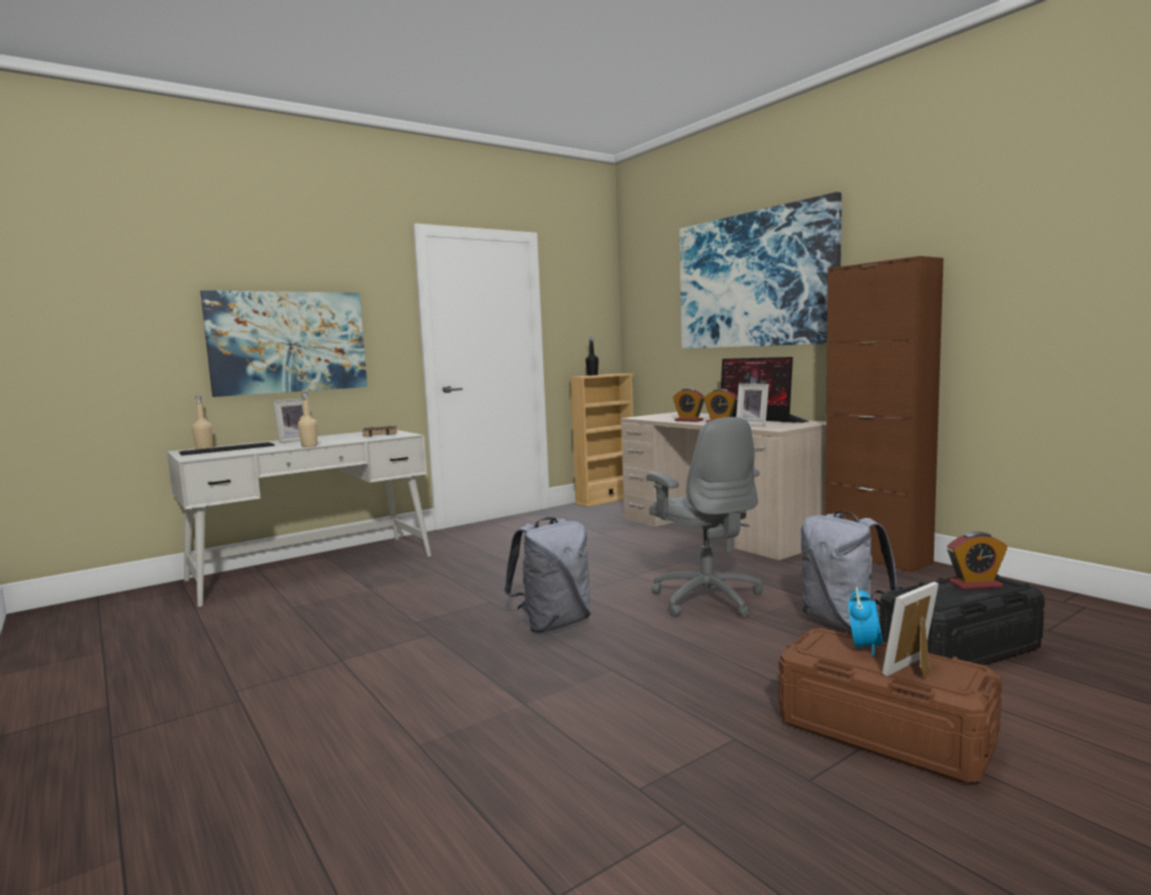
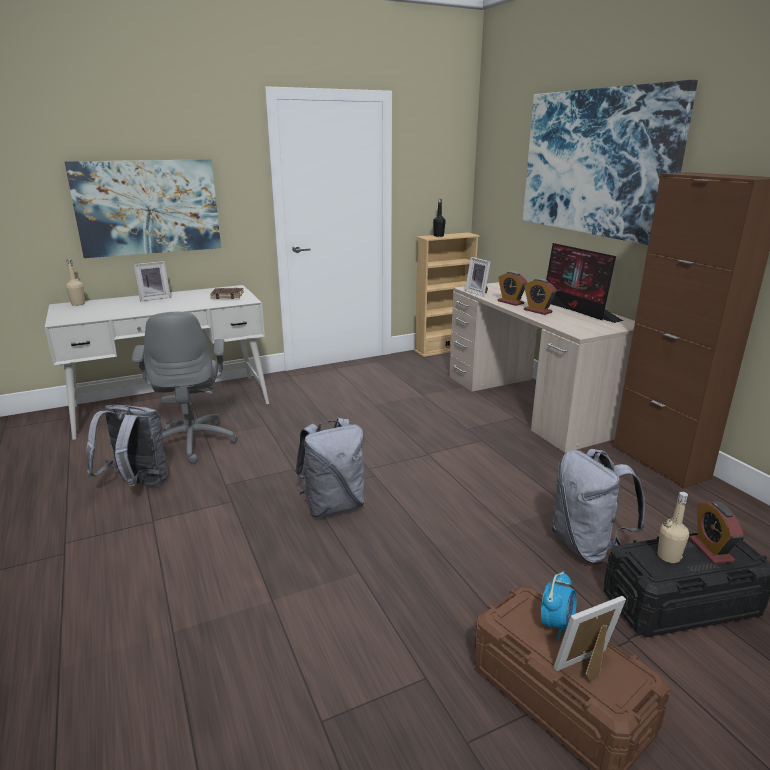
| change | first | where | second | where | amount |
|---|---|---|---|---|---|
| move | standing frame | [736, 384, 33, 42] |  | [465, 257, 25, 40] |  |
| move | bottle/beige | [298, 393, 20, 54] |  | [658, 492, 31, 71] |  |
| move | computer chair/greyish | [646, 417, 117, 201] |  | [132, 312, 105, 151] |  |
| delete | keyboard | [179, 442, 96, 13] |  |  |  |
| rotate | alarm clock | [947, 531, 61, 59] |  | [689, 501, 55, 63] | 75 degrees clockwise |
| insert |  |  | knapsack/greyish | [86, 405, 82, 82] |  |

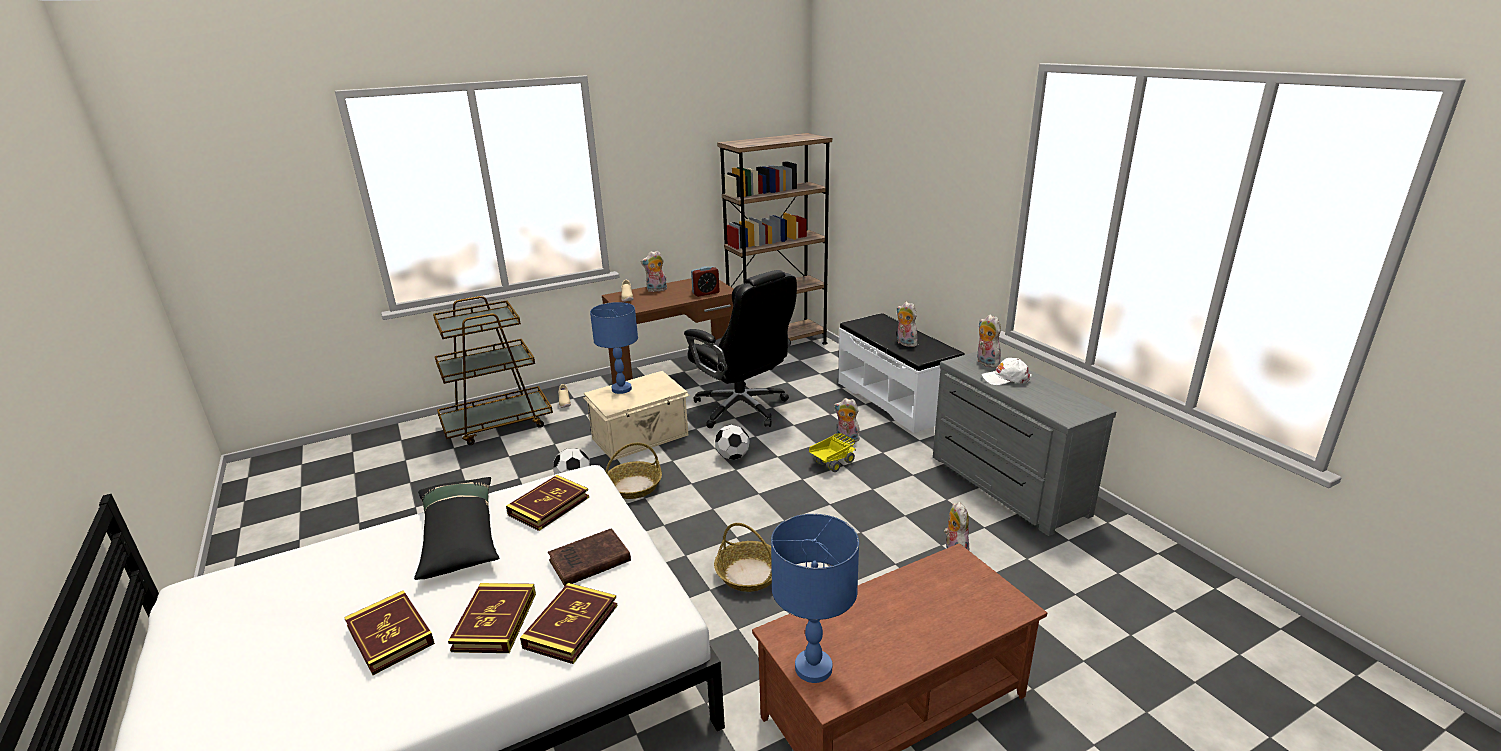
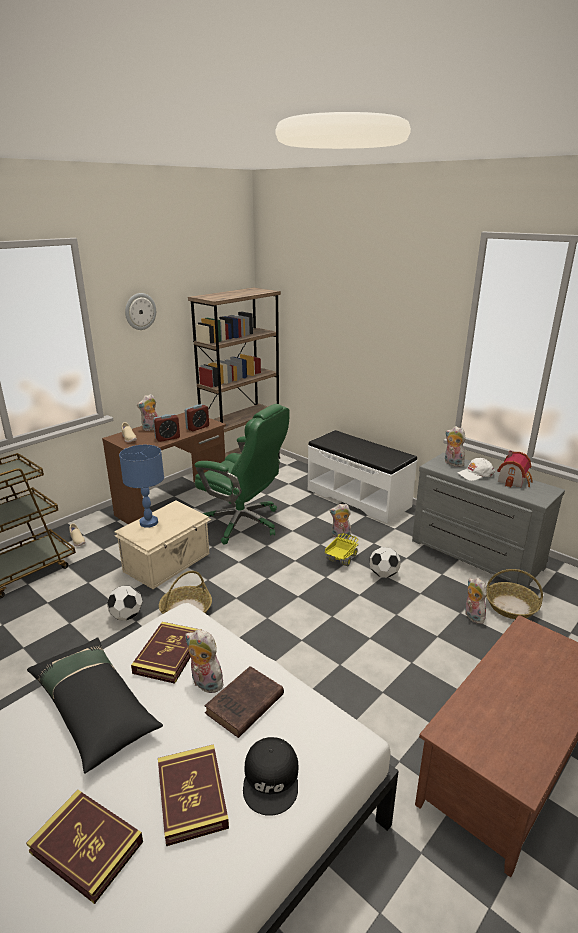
| change | first | where | second | where | amount |
|---|---|---|---|---|---|
| recolor | computer chair/blackish | [684, 270, 113, 158] | computer chair/green-coloured | [195, 404, 95, 141] |  |
| move | cuddly toy | [897, 302, 21, 45] |  | [185, 629, 40, 65] |  |
| move | football ball | [715, 425, 34, 35] |  | [369, 547, 32, 31] |  |
| delete | tabletop lamp/blue | [771, 514, 88, 169] |  |  |  |
| move | household basket | [714, 523, 58, 69] |  | [486, 569, 57, 50] |  |
| replace | book | [520, 583, 97, 81] | peaked cap/blackish | [243, 737, 56, 79] |  |
| insert |  |  | wall clock | [125, 293, 31, 37] |  |
| insert |  |  | alarm clock | [153, 414, 27, 28] |  |
| insert |  |  | model house | [497, 450, 36, 37] |  |

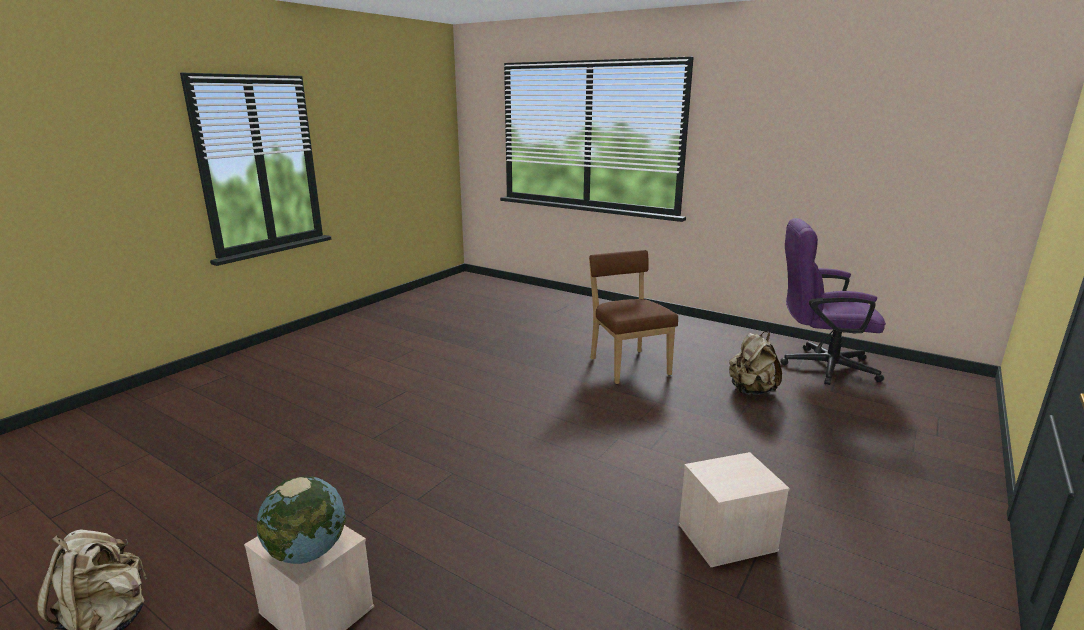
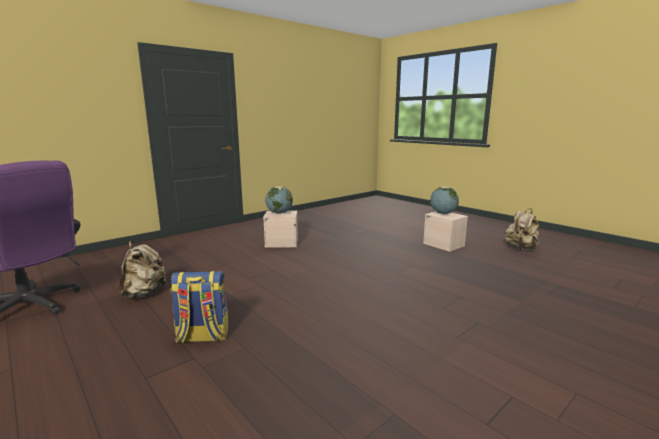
| change | first | where | second | where | amount |
|---|---|---|---|---|---|
| replace | upright chair/brown | [589, 250, 89, 134] | knapsack | [170, 271, 58, 72] |  |
| insert |  |  | world globe | [265, 186, 28, 28] |  |

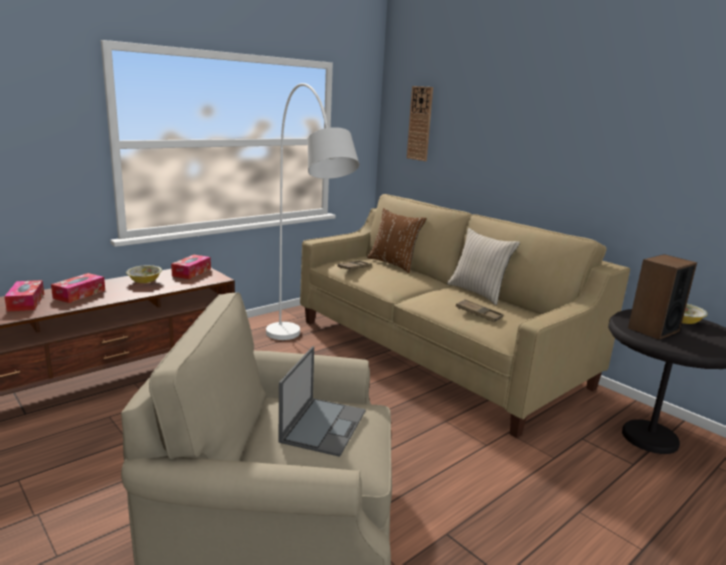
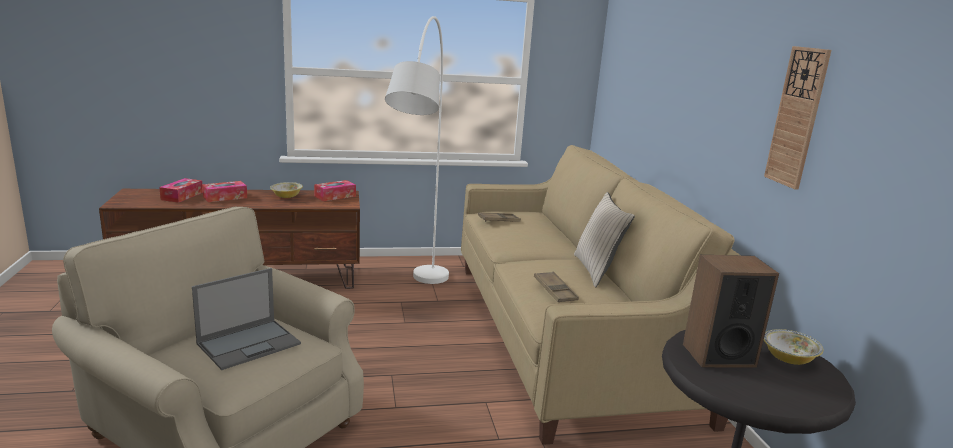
| change | first | where | second | where | amount |
|---|---|---|---|---|---|
| move | wall clock | [407, 86, 26, 75] |  | [764, 46, 68, 144] |  |
| delete | pillow/brown | [367, 208, 60, 65] |  |  |  |

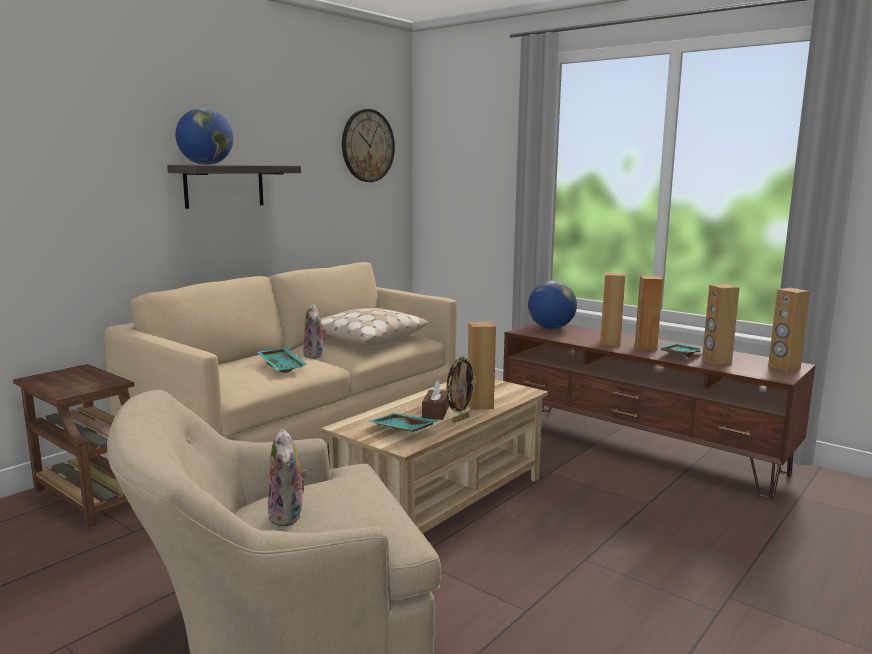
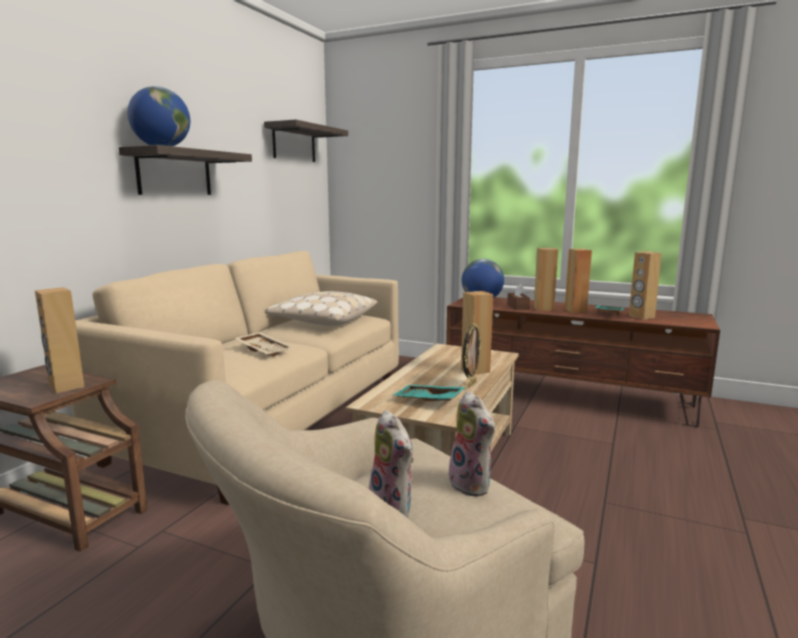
| change | first | where | second | where | amount |
|---|---|---|---|---|---|
| replace | wall clock | [342, 109, 53, 73] | wall shelf | [264, 120, 84, 42] |  |
| move | loudspeaker/brown | [768, 288, 42, 84] |  | [35, 287, 50, 106] |  |
| move | cuddly toy | [303, 304, 23, 55] |  | [445, 391, 50, 105] |  |
| recolor | tray/blue-green | [257, 347, 50, 26] | tray/beige | [235, 332, 59, 24] |  |
| move | tissue box/brown | [422, 380, 27, 40] |  | [507, 284, 23, 26] |  |

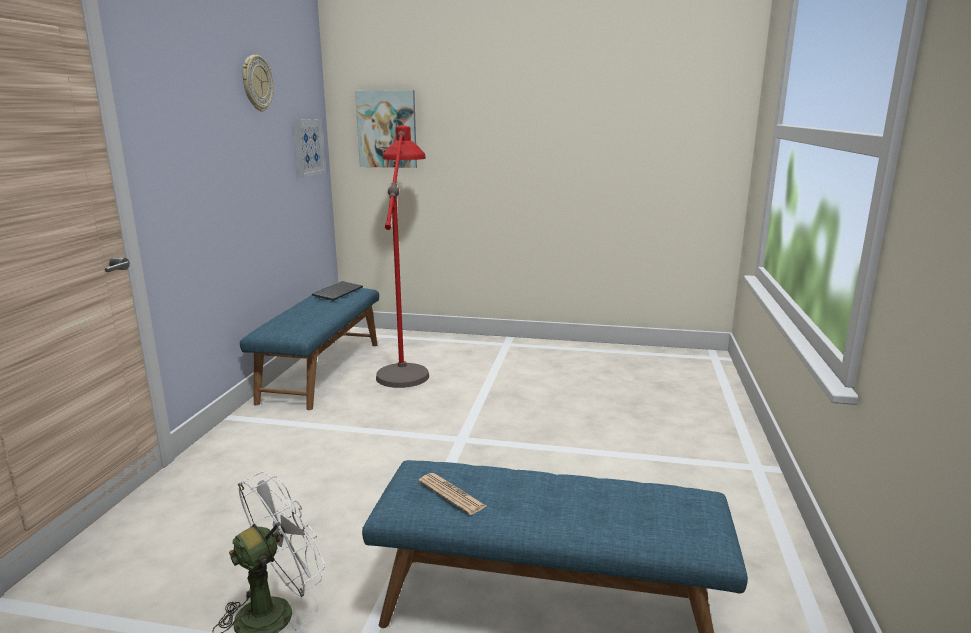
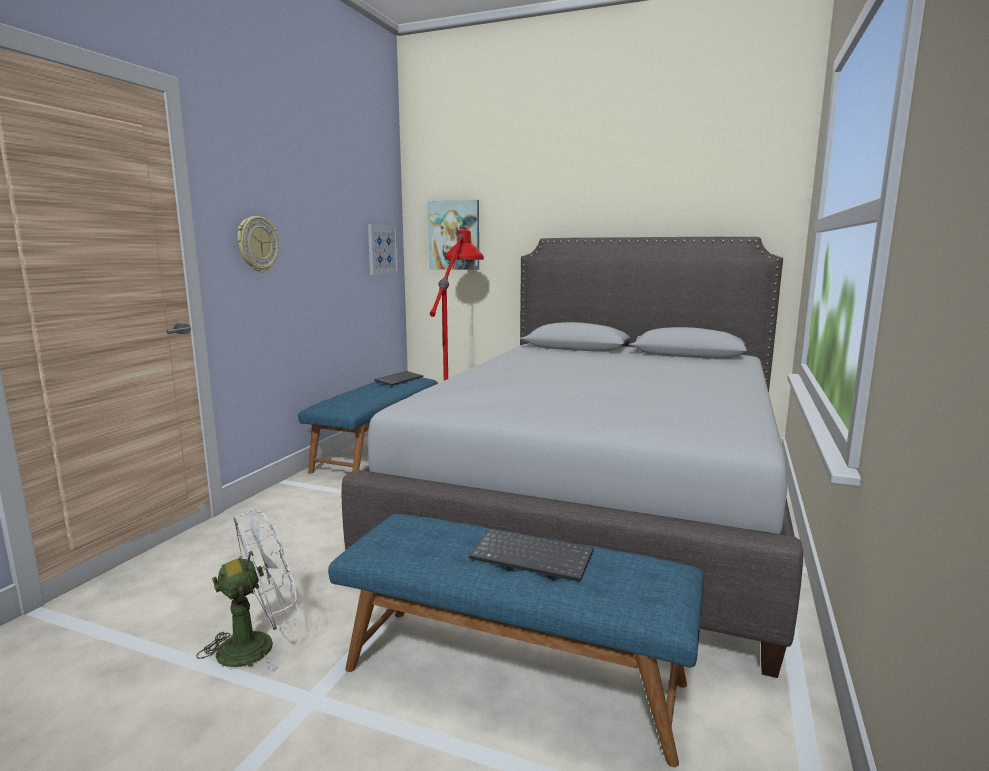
| change | first | where | second | where | amount |
|---|---|---|---|---|---|
| move | wall clock | [242, 55, 32, 57] |  | [237, 216, 42, 56] |  |
| delete | newspaper | [419, 473, 67, 42] |  |  |  |
| insert |  |  | bed/greyish | [342, 237, 461, 441] |  |
| insert |  |  | keyboard | [469, 528, 125, 54] |  |

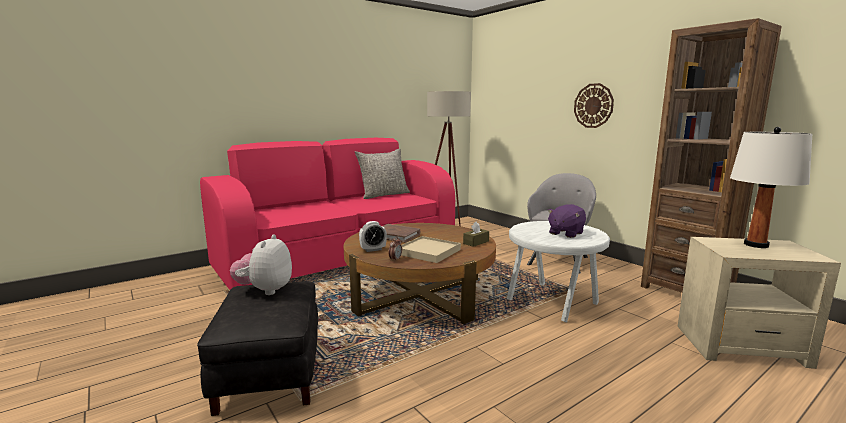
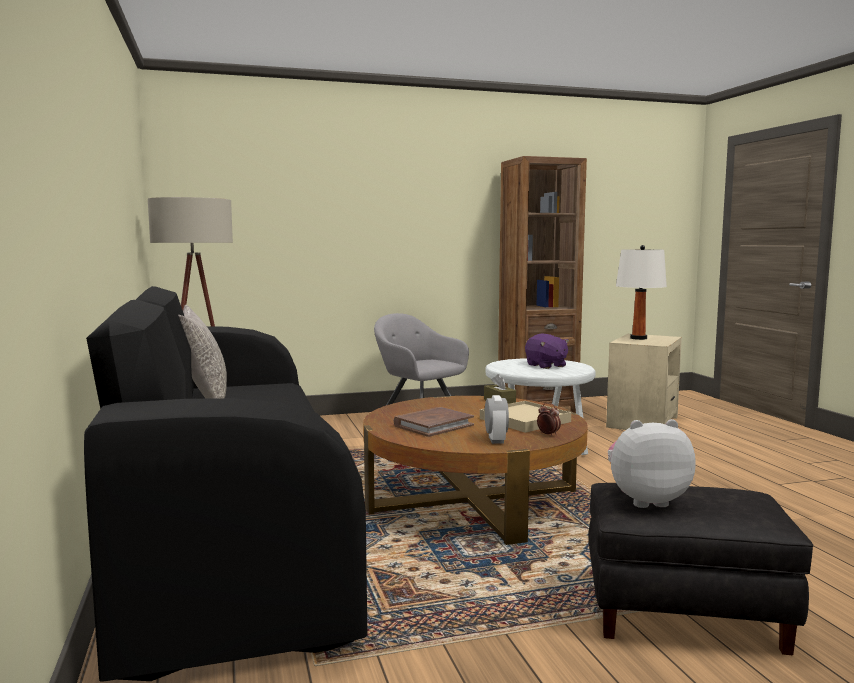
| change | first | where | second | where | amount |
|---|---|---|---|---|---|
| delete | wall clock | [574, 83, 40, 45] |  |  |  |
| recolor | couch/pink | [200, 138, 255, 152] | couch/blackish | [84, 286, 284, 396] |  |
| rotate | cuddly toy | [230, 234, 62, 61] |  | [608, 419, 88, 89] | 150 degrees clockwise |

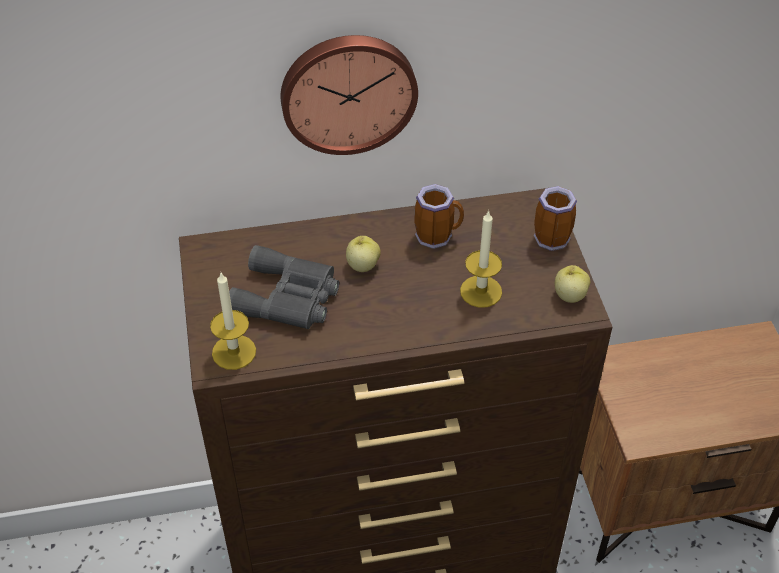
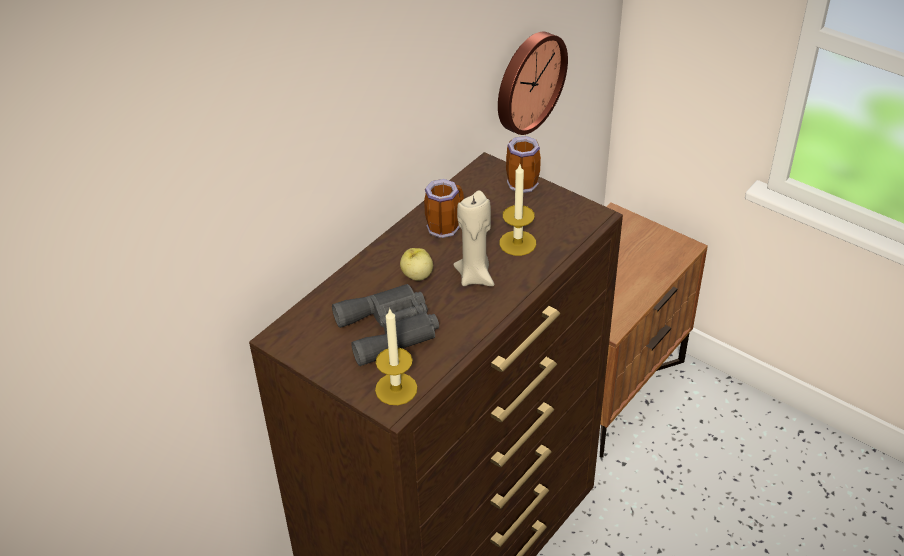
| change | first | where | second | where | amount |
|---|---|---|---|---|---|
| move | wall clock | [281, 35, 137, 120] |  | [498, 32, 70, 103] |  |
| delete | apple | [555, 265, 35, 38] |  |  |  |
| insert |  |  | candle/beige | [453, 190, 41, 96] |  |

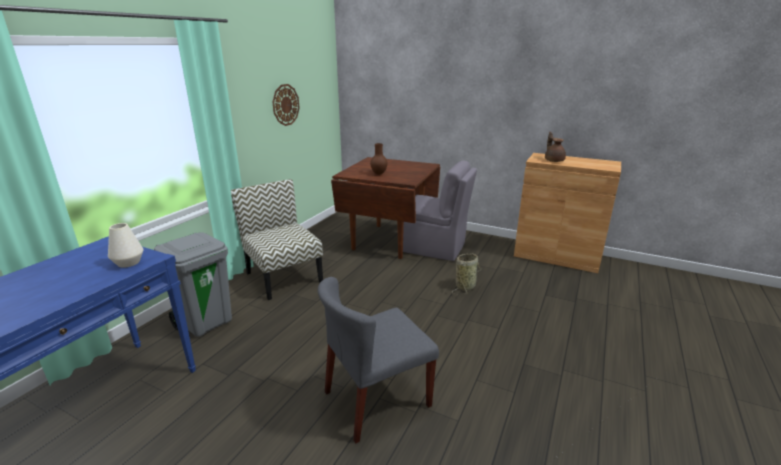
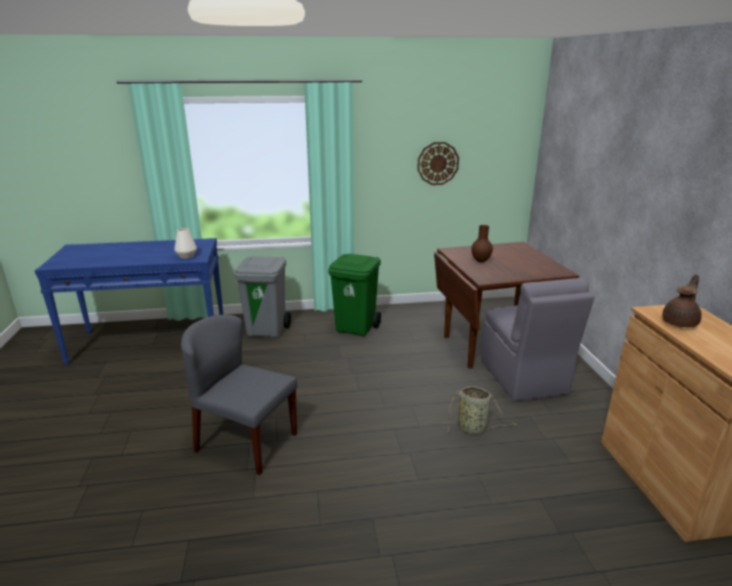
| change | first | where | second | where | amount |
|---|---|---|---|---|---|
| replace | upright chair | [231, 179, 92, 121] | trash can/green-coloured | [328, 254, 53, 82] |  |

